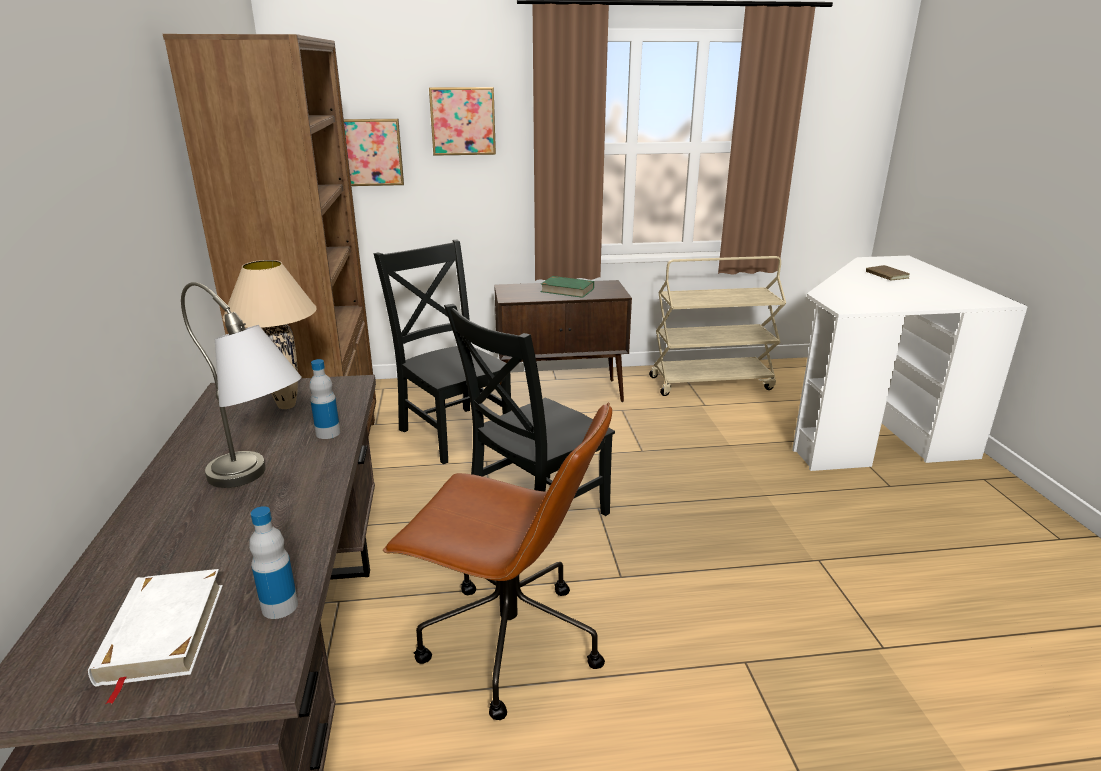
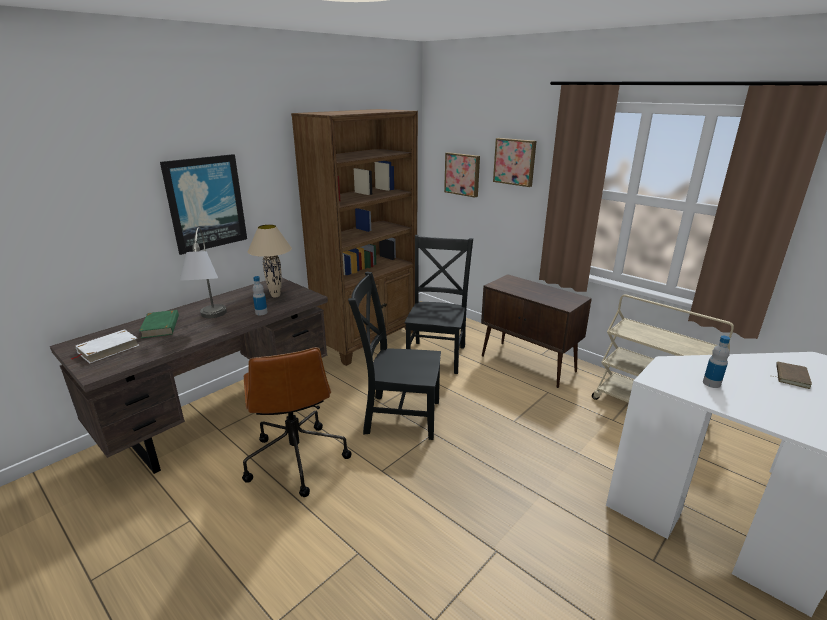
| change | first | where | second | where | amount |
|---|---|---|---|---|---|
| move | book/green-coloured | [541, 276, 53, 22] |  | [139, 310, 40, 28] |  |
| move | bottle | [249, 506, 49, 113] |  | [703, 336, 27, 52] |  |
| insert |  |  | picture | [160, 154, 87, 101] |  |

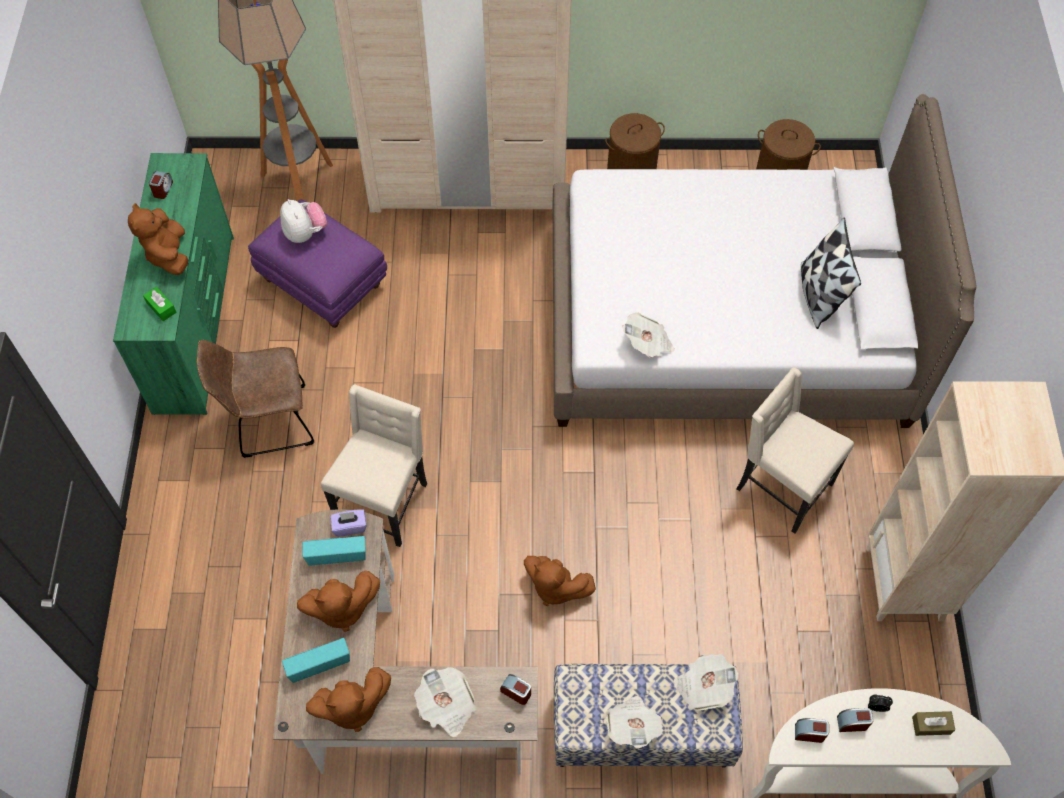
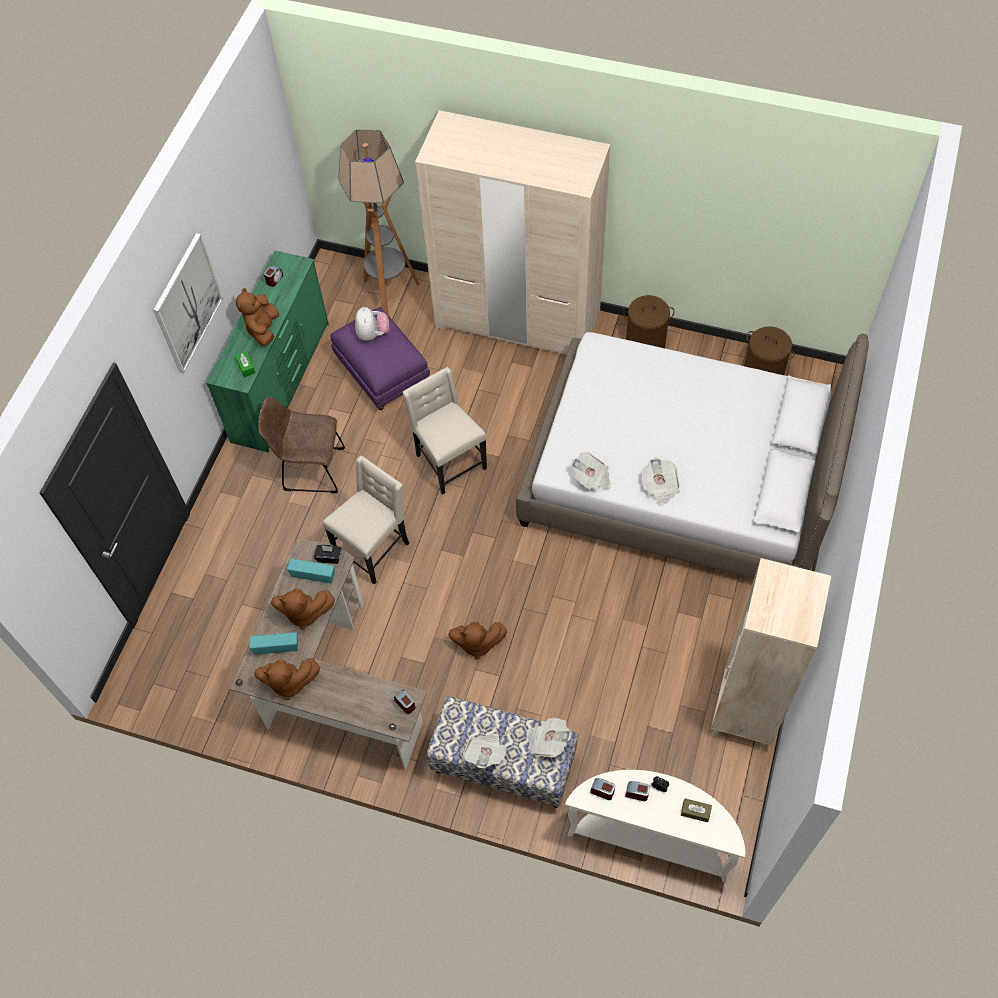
| change | first | where | second | where | amount |
|---|---|---|---|---|---|
| delete | pillow | [801, 218, 60, 111] |  |  |  |
| move | upright chair/beige | [736, 367, 118, 167] |  | [403, 367, 84, 128] |  |
| recolor | tissue box/purplish | [331, 509, 36, 28] | tissue box/blackish | [314, 545, 27, 19] |  |
| rotate | cuddly toy/brown | [524, 556, 72, 50] |  | [448, 621, 59, 38] | 45 degrees counterclockwise |
| move | newspaper | [414, 667, 63, 70] |  | [642, 457, 38, 49] |  |
| insert |  |  | picture | [153, 233, 70, 140] |  |

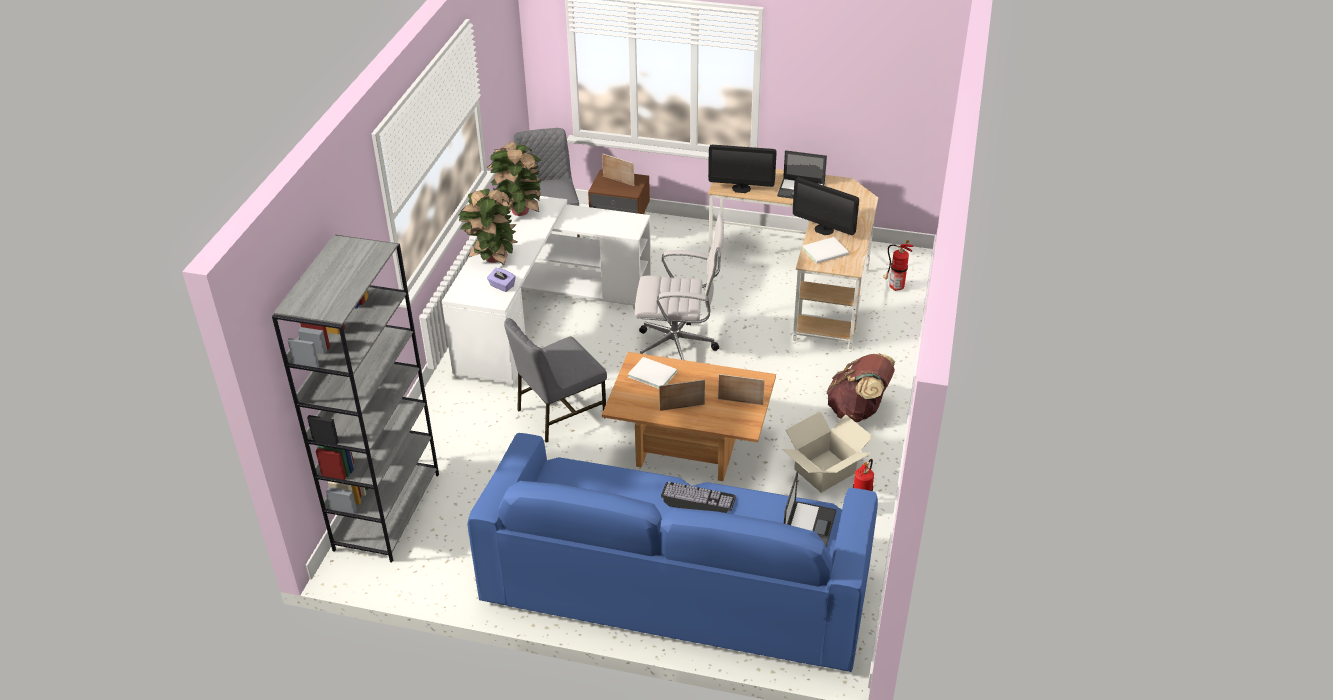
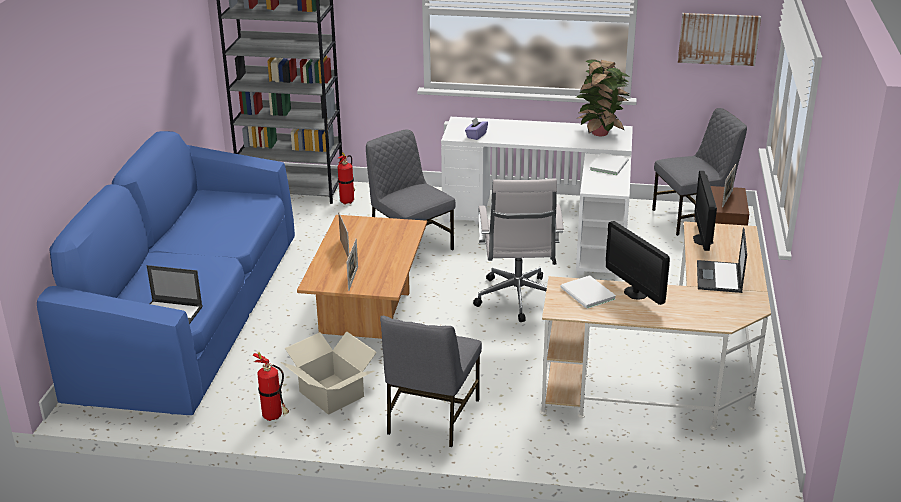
| change | first | where | second | where | amount |
|---|---|---|---|---|---|
| rotate | computer display | [793, 178, 66, 57] |  | [606, 221, 64, 84] | 60 degrees counterclockwise |
| delete | potted plant | [459, 189, 58, 76] |  |  |  |
| move | extinguisher | [883, 240, 30, 51] |  | [338, 152, 17, 53] |  |
| replace | knapsack/brown | [826, 353, 69, 69] | upright chair/greyish | [380, 316, 102, 131] |  |
| move | book/white-coloured | [628, 357, 49, 32] |  | [590, 153, 39, 22] |  |
| delete | keyboard | [661, 482, 75, 31] |  |  |  |
| insert |  |  | picture | [678, 13, 83, 53] |  |

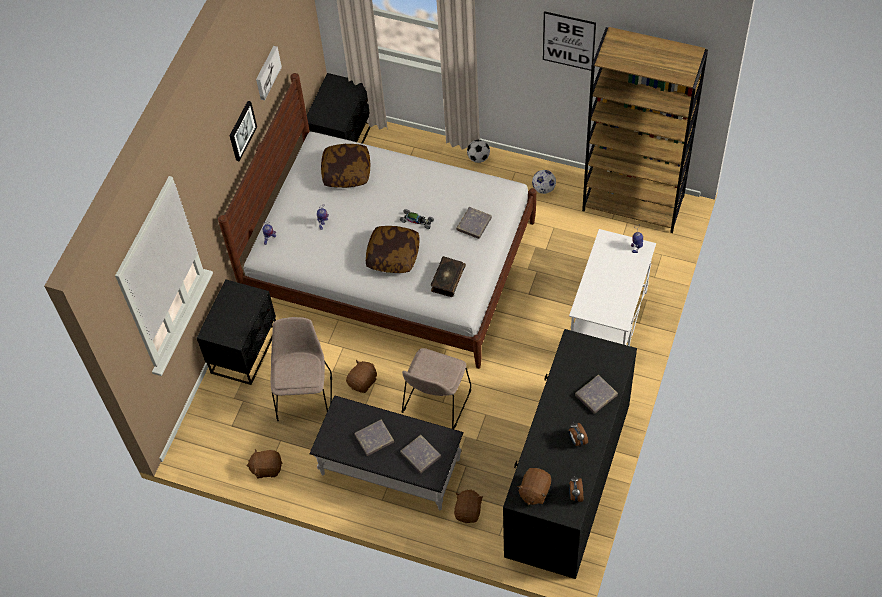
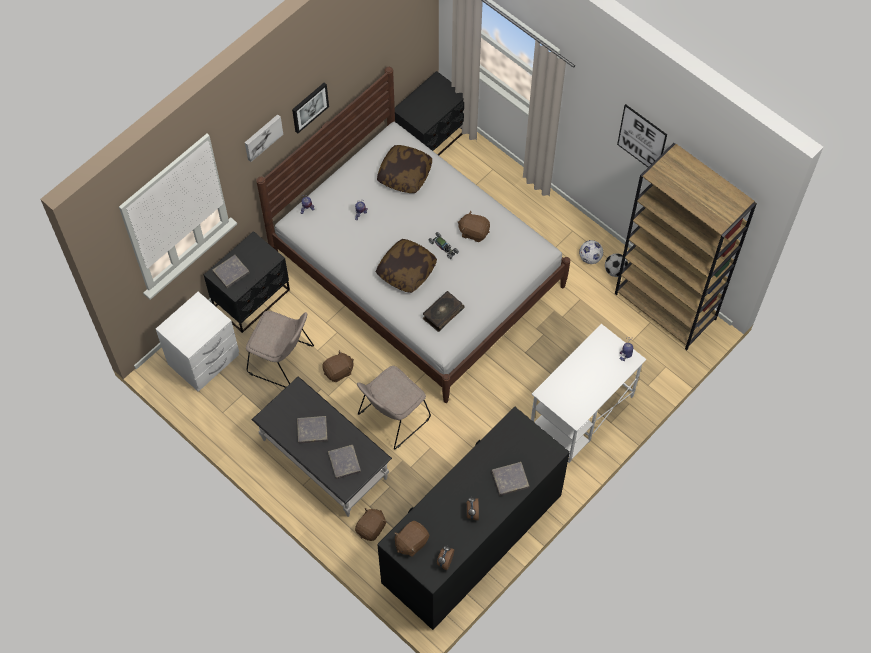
| change | first | where | second | where | amount |
|---|---|---|---|---|---|
| move | picture | [256, 46, 26, 55] |  | [245, 114, 38, 48] |  |
| move | football ball | [467, 140, 23, 23] |  | [605, 253, 23, 24] |  |
| move | book/greyish | [456, 207, 36, 32] |  | [212, 255, 38, 33] |  |
| rotate | upright chair/beige | [271, 317, 61, 104] |  | [246, 311, 68, 77] | 90 degrees clockwise |
| move | cuddly toy/brown | [246, 449, 36, 29] |  | [458, 210, 32, 32] |  |
| insert |  |  | nightstand/white-coloured | [156, 292, 83, 100] |  |

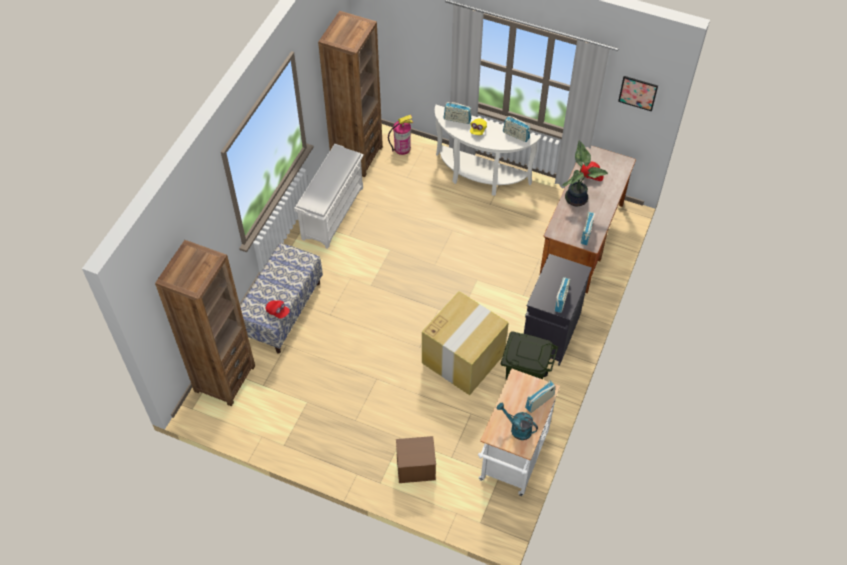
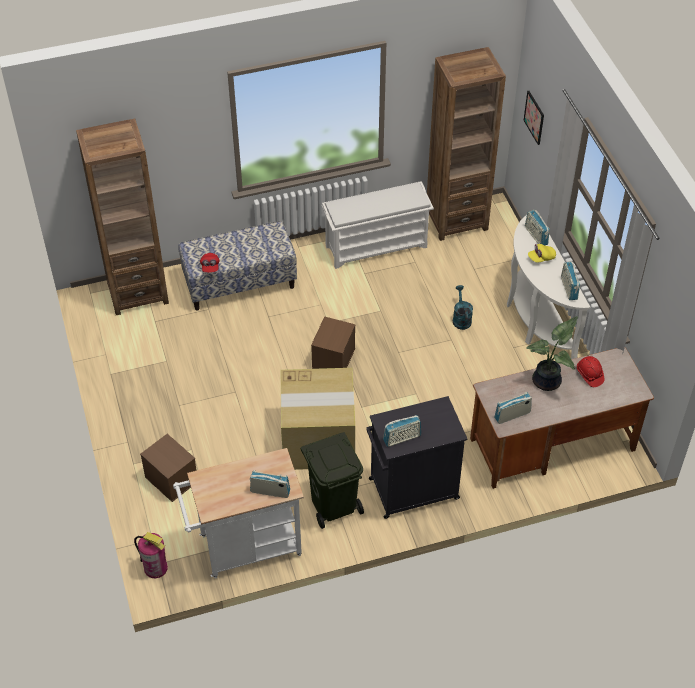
| change | first | where | second | where | amount |
|---|---|---|---|---|---|
| move | picture | [618, 76, 40, 36] |  | [523, 91, 21, 54] |  |
| move | extinguisher | [388, 115, 25, 40] |  | [134, 532, 34, 46] |  |
| move | sprinkling can/blue-green | [497, 402, 41, 38] |  | [453, 285, 20, 45] |  |
| insert |  |  | storage bin/brown | [311, 316, 44, 53] |  |

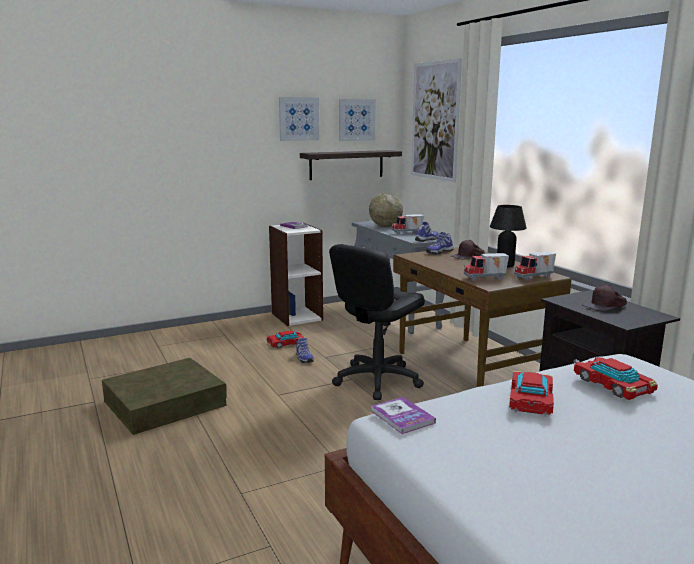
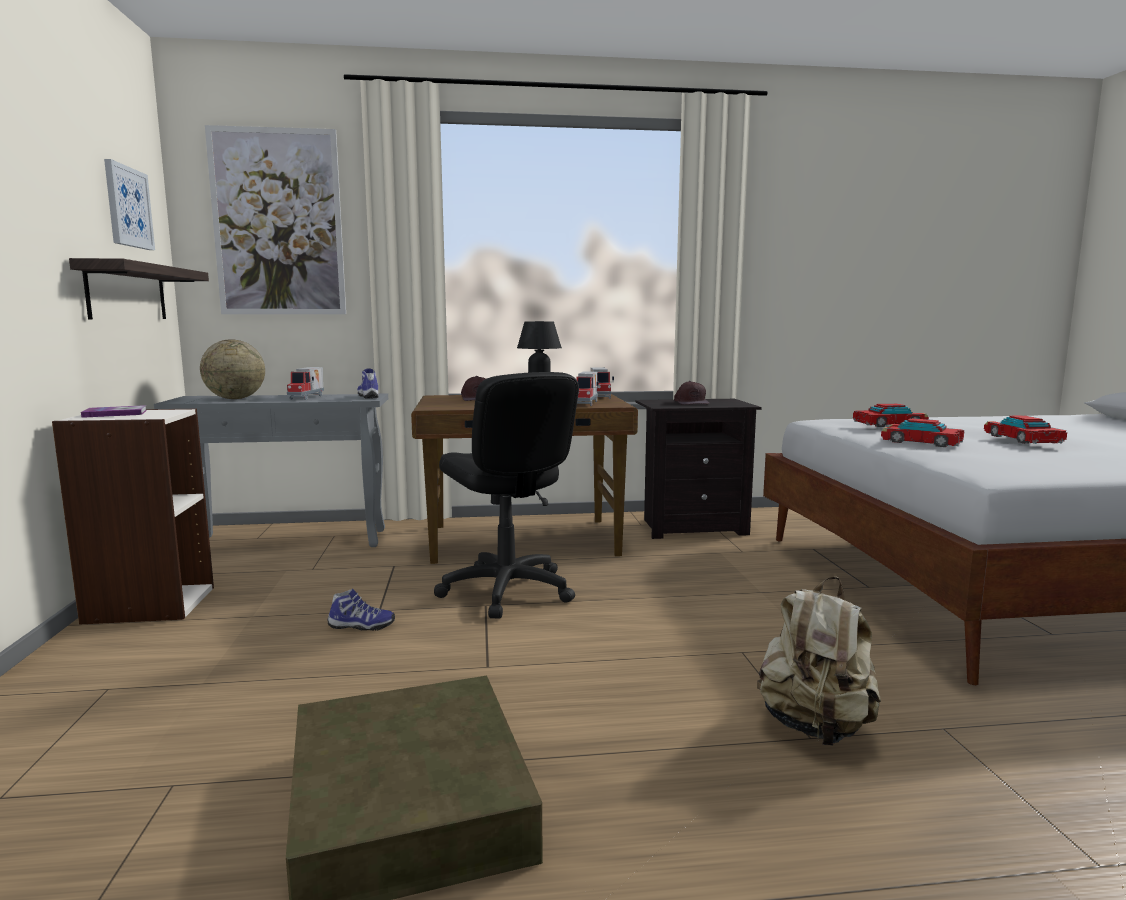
| change | first | where | second | where | amount |
|---|---|---|---|---|---|
| delete | picture | [279, 97, 40, 44] |  |  |  |
| delete | item of footwear | [426, 232, 27, 22] |  |  |  |
| move | toy car | [267, 330, 39, 18] |  | [984, 415, 83, 29] |  |
| delete | book | [371, 397, 65, 37] |  |  |  |
| insert |  |  | knapsack/beige | [757, 577, 124, 169] |  |

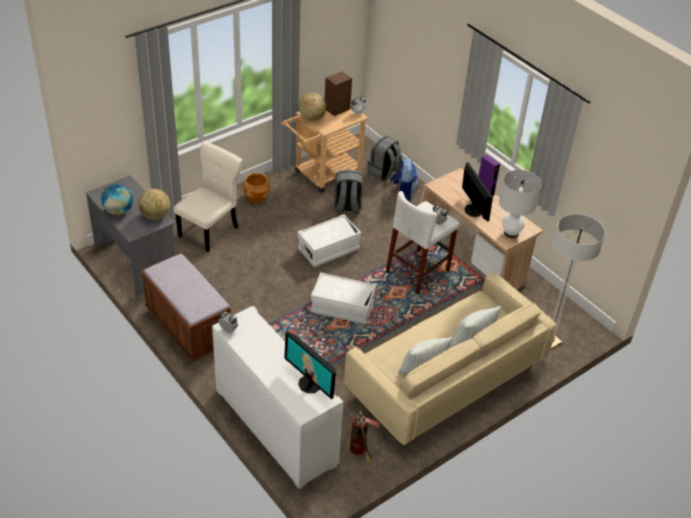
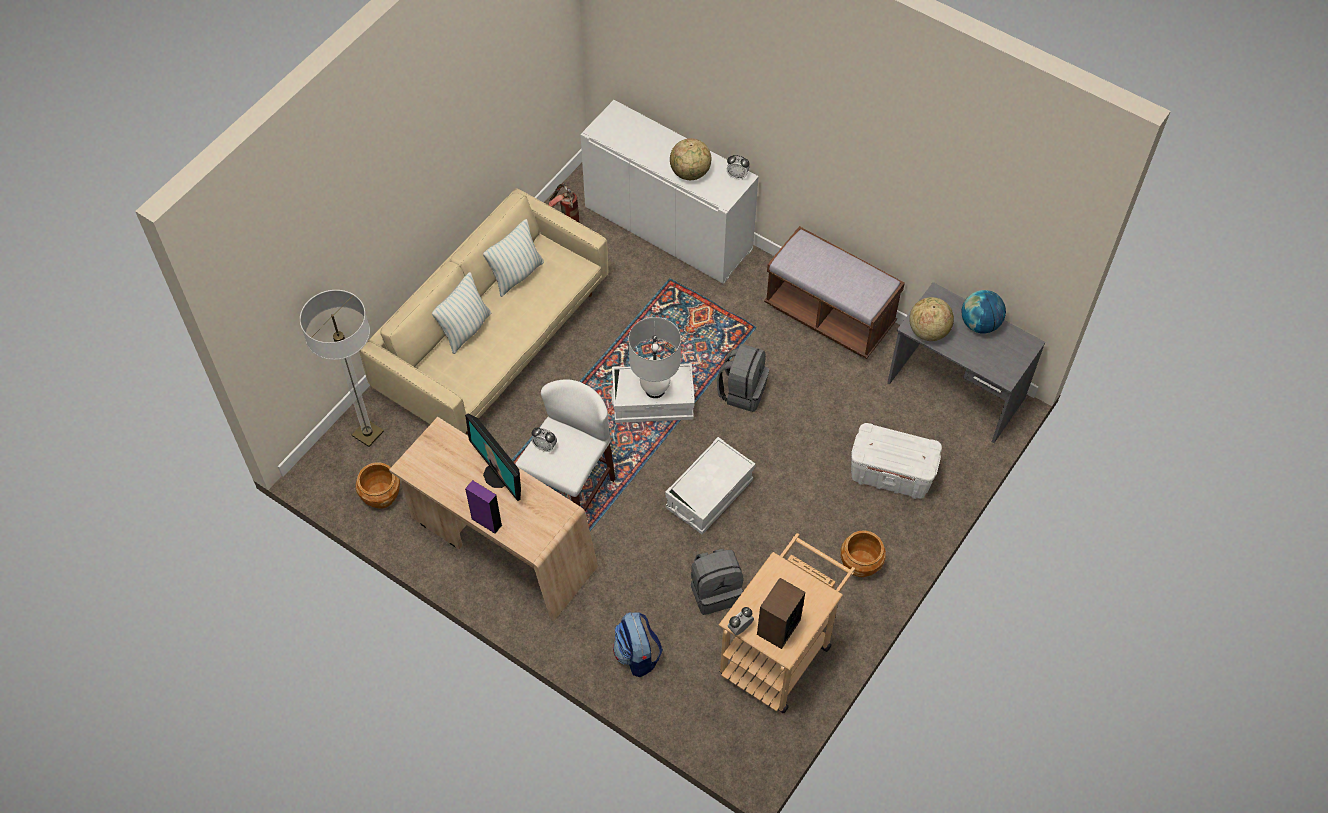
| change | first | where | second | where | amount |
|---|---|---|---|---|---|
| move | world globe | [299, 93, 27, 28] |  | [670, 138, 41, 42] |  |
| move | knapsack/greyish | [367, 135, 35, 46] |  | [717, 344, 52, 68] |  |
| replace | upright chair/beige | [174, 142, 68, 110] | storage bin/white-coloured | [851, 423, 91, 76] |  |
| move | tabletop lamp/white-coloured | [499, 170, 43, 68] |  | [629, 317, 52, 81] |  |
| delete | computer display | [284, 331, 52, 68] |  |  |  |
| insert |  |  | flower pot/brown | [355, 462, 45, 47] |  |

